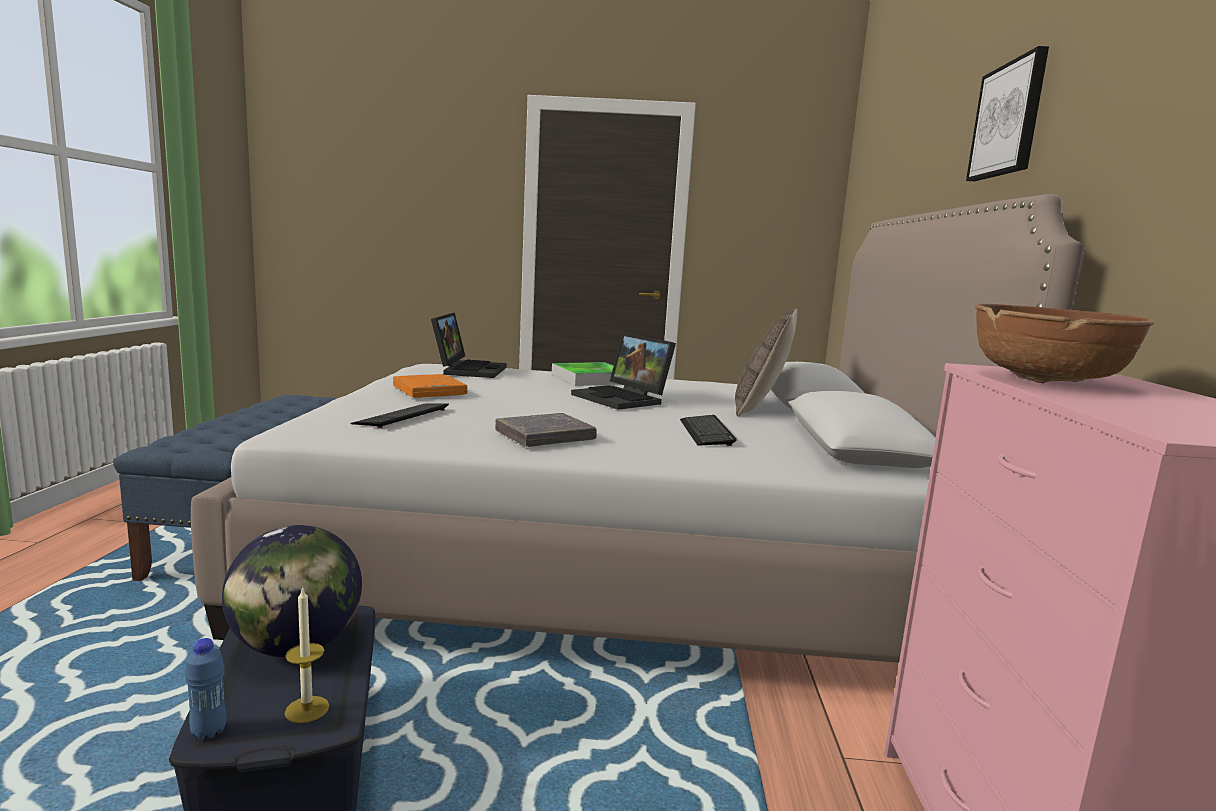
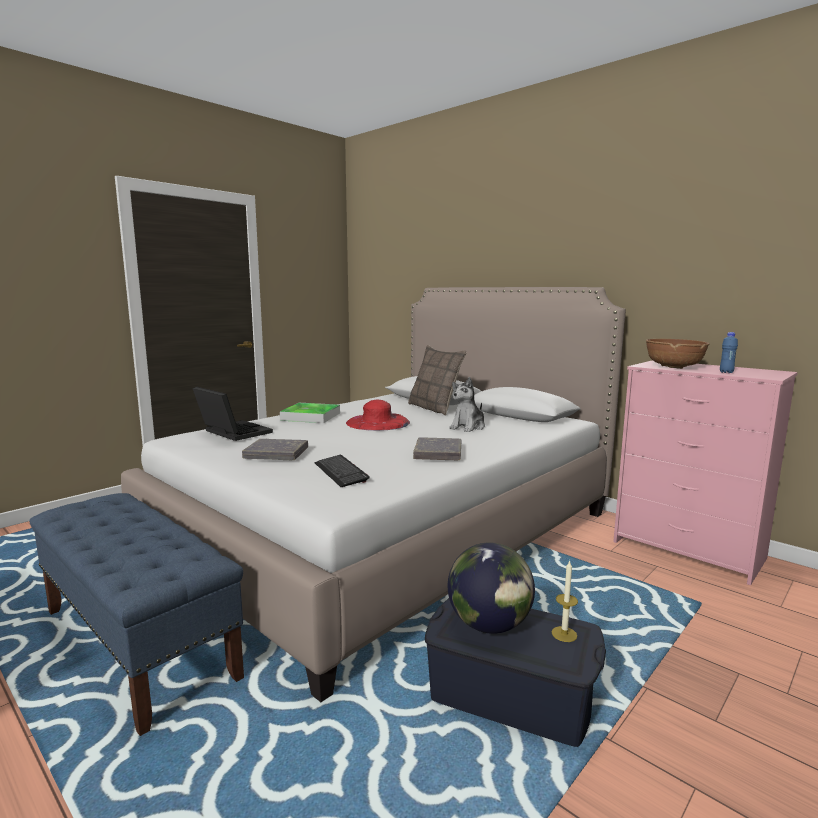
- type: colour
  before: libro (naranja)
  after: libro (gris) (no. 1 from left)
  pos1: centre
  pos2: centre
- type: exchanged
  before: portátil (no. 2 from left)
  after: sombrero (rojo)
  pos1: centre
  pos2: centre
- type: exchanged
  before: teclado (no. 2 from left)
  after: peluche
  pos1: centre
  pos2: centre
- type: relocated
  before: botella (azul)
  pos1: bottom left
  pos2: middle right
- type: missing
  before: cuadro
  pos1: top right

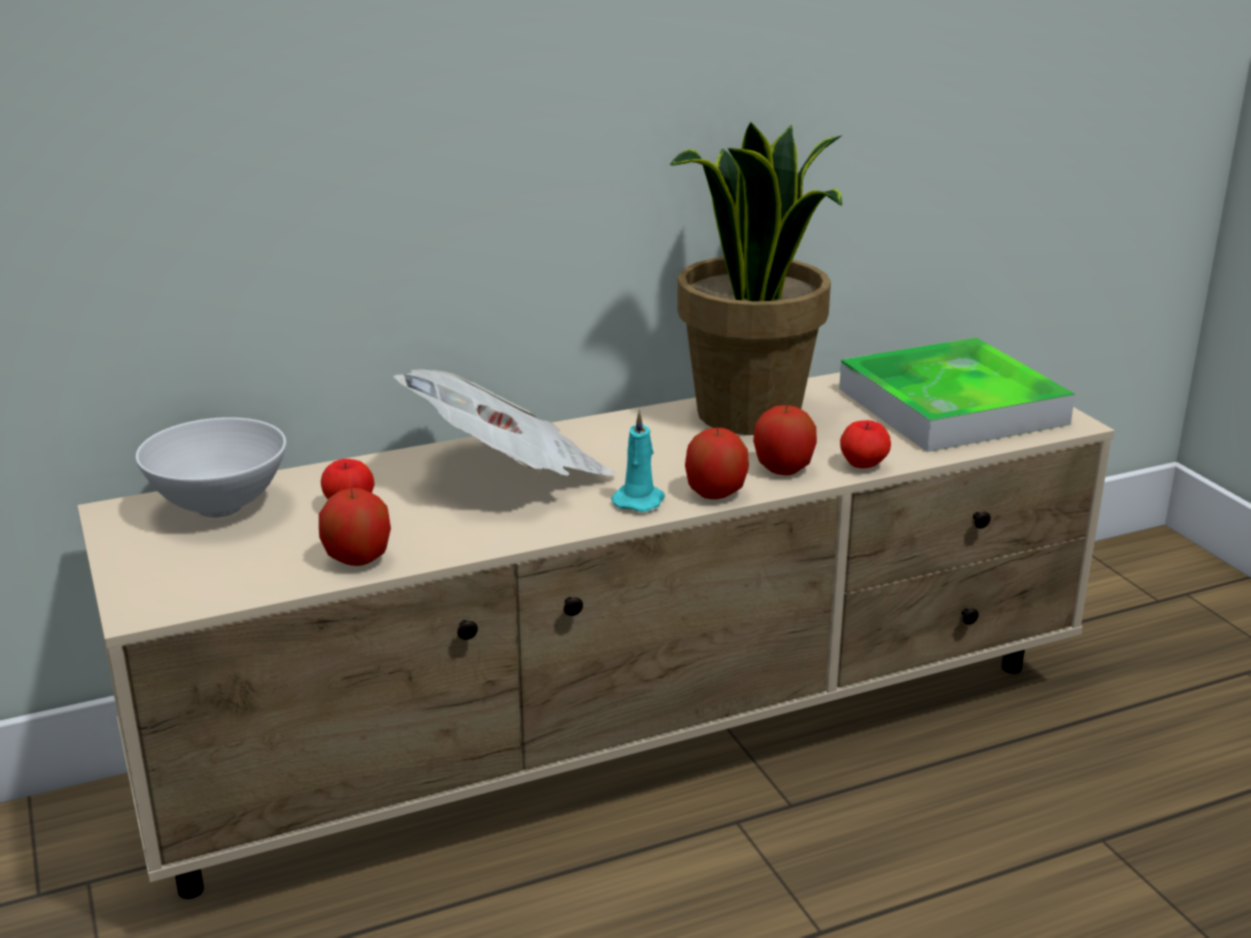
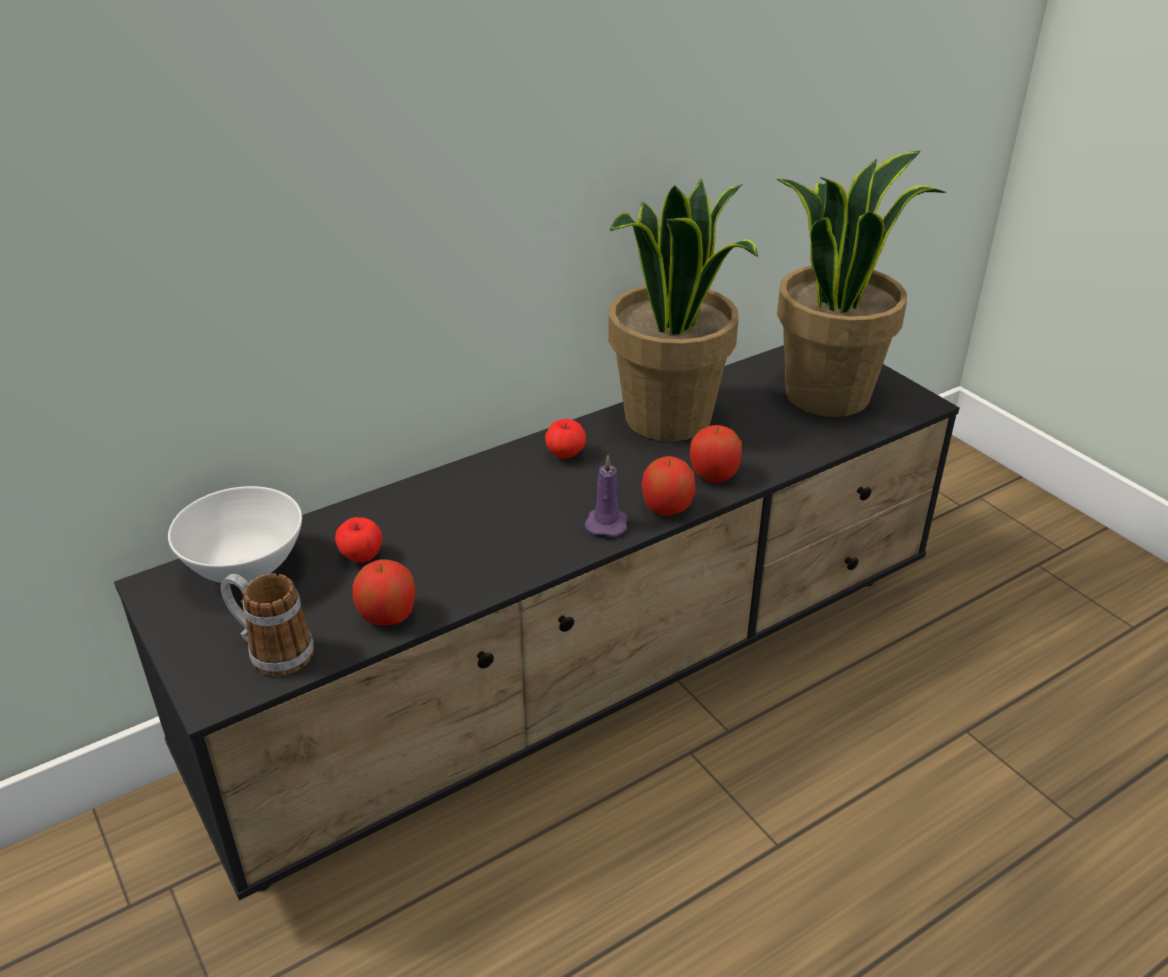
- type: colour
  before: mueble de televisión (beis)
  after: mueble de televisión (negro)
  pos1: bottom centre
  pos2: centre
- type: appeared
  after: taza grande
  pos2: middle left
- type: relocated
  before: manzana (no. 5 from left in the first image)
  after: manzana (no. 3 from left)
  pos1: middle right
  pos2: centre
- type: colour
  before: vela (turquesa)
  after: vela (morado)
  pos1: centre
  pos2: centre
- type: exchanged
  before: bandeja
  after: planta en maceta (no. 2 from left)
  pos1: middle right
  pos2: top right
- type: missing
  before: periódico
  pos1: centre

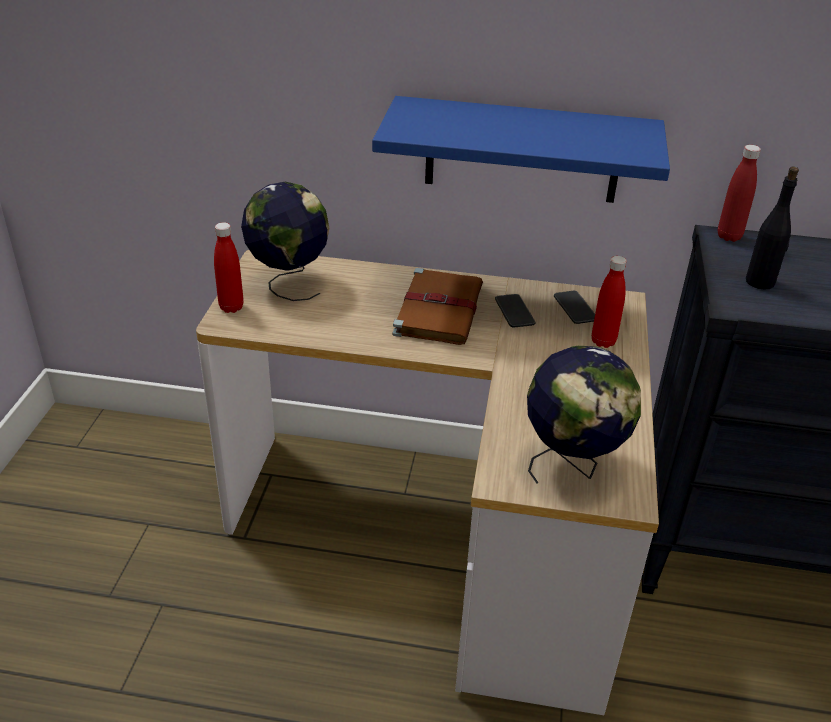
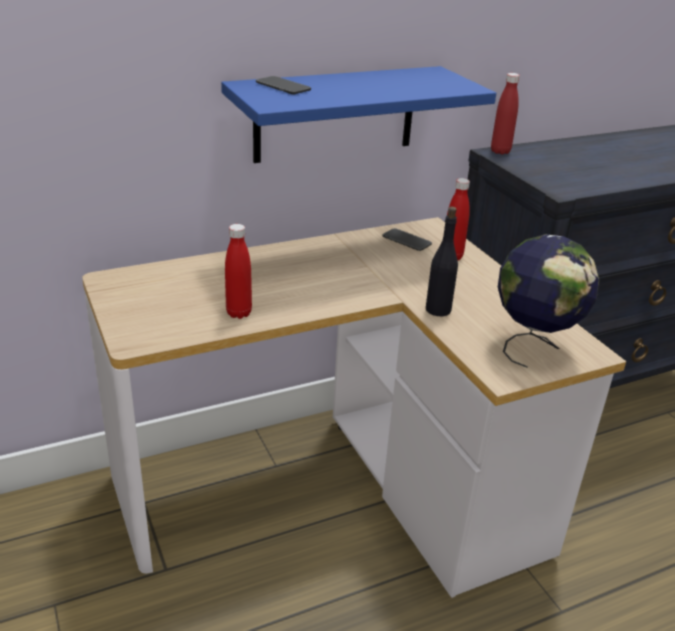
- type: relocated
  before: botella (rojo) (no. 1 from left)
  pos1: middle left
  pos2: centre
- type: relocated
  before: móvil (no. 1 from left)
  pos1: centre
  pos2: top centre
- type: relocated
  before: botella (negro)
  pos1: top right
  pos2: centre
- type: missing
  before: globo terráqueo (no. 1 from left)
  pos1: centre
- type: missing
  before: libro (marrón)
  pos1: centre

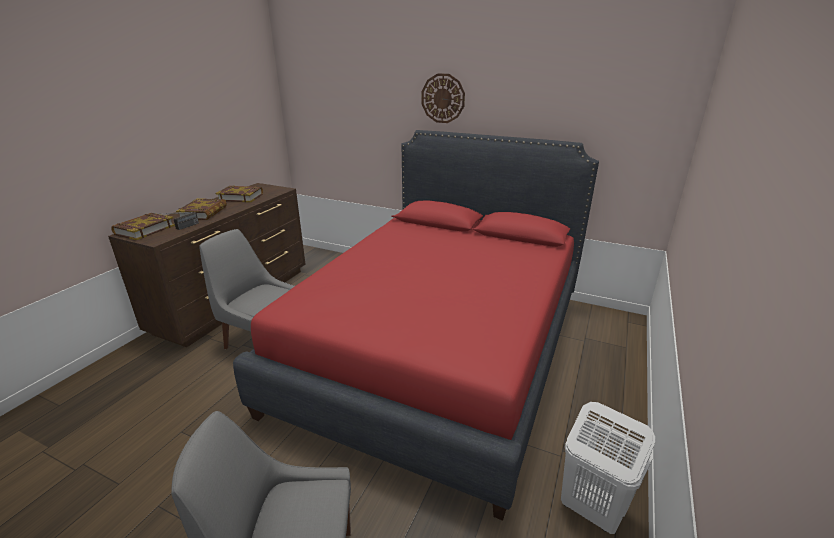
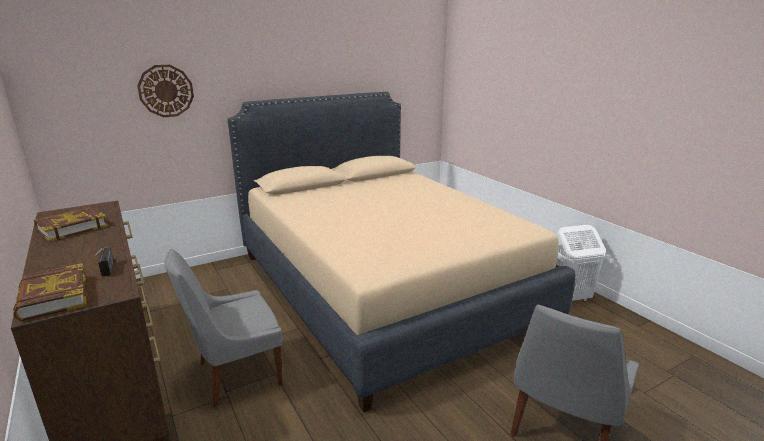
- type: relocated
  before: reloj de pared
  pos1: top centre
  pos2: top left
- type: colour
  before: cama (rojo)
  after: cama (beis)
  pos1: centre
  pos2: centre
- type: missing
  before: libro (no. 2 from left)
  pos1: middle left

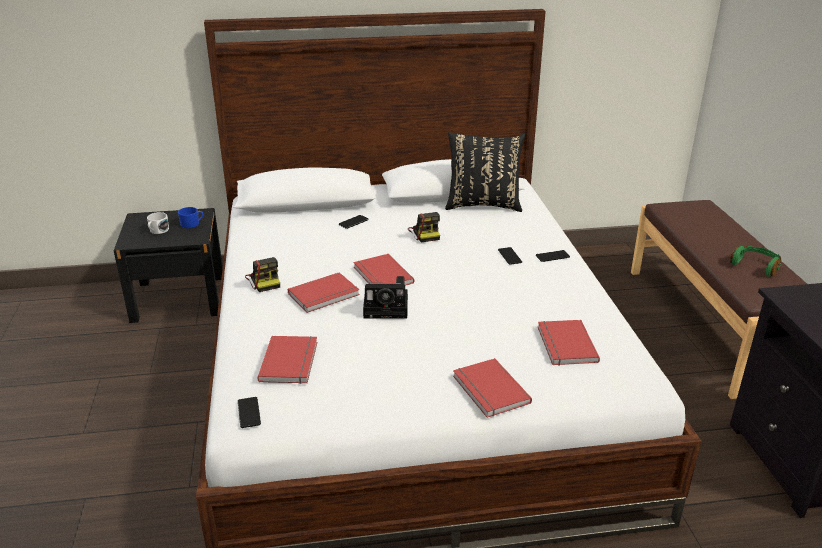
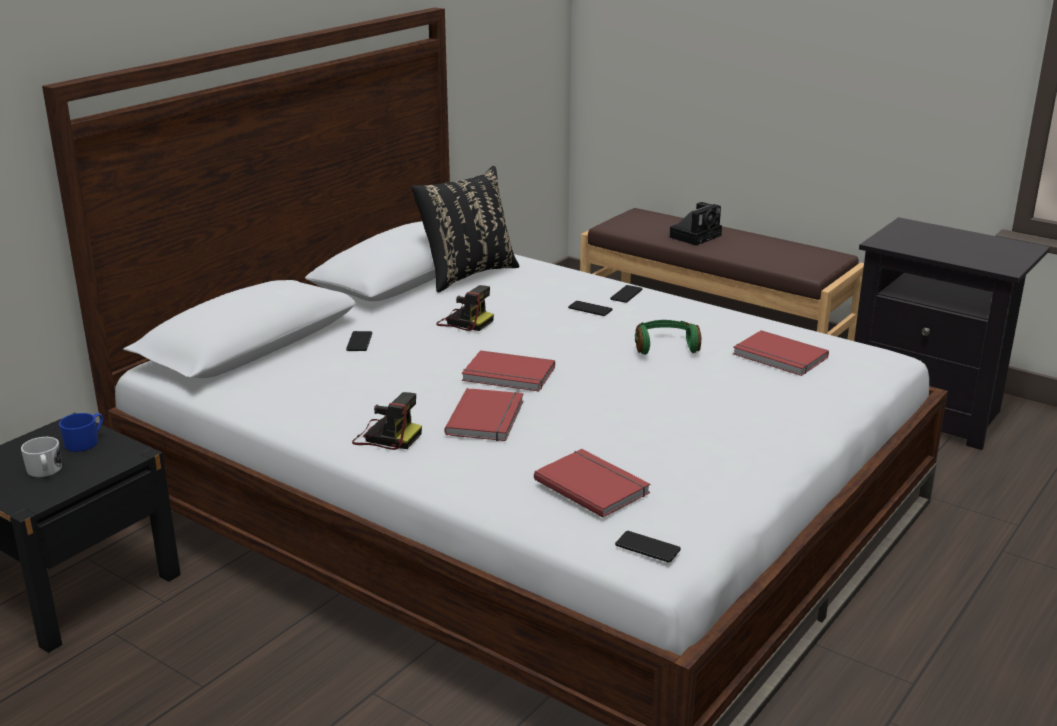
- type: relocated
  before: auriculares (verde)
  pos1: middle right
  pos2: centre
- type: relocated
  before: cámara (no. 2 from left in the first image)
  after: cámara (no. 3 from left)
  pos1: centre
  pos2: top centre
- type: missing
  before: libro (rojo) (no. 4 from left)
  pos1: bottom centre

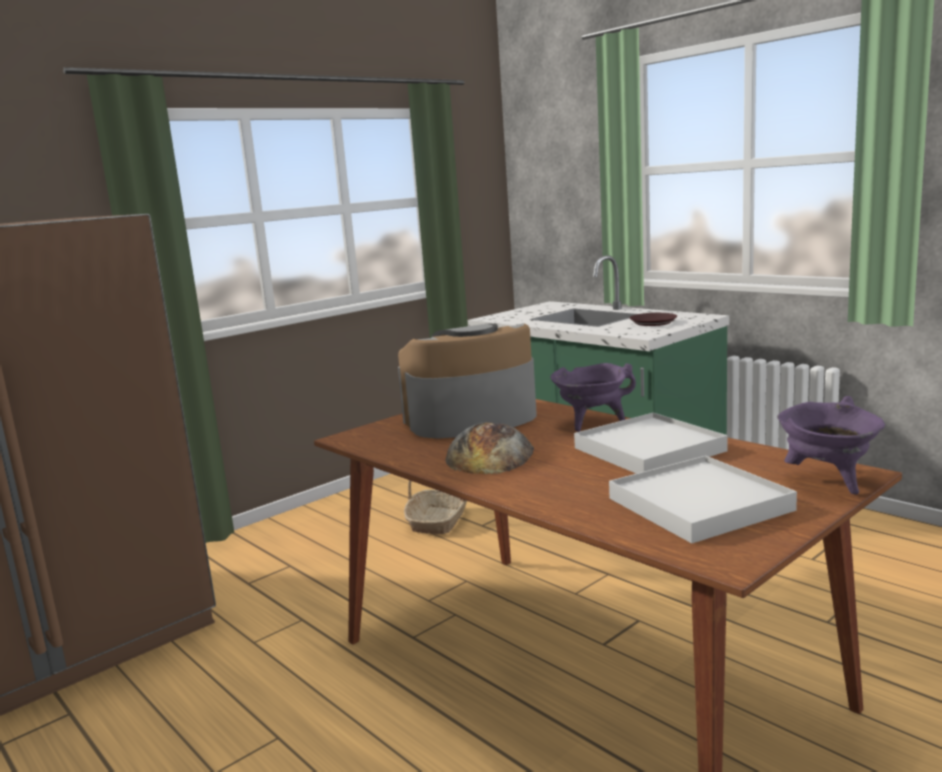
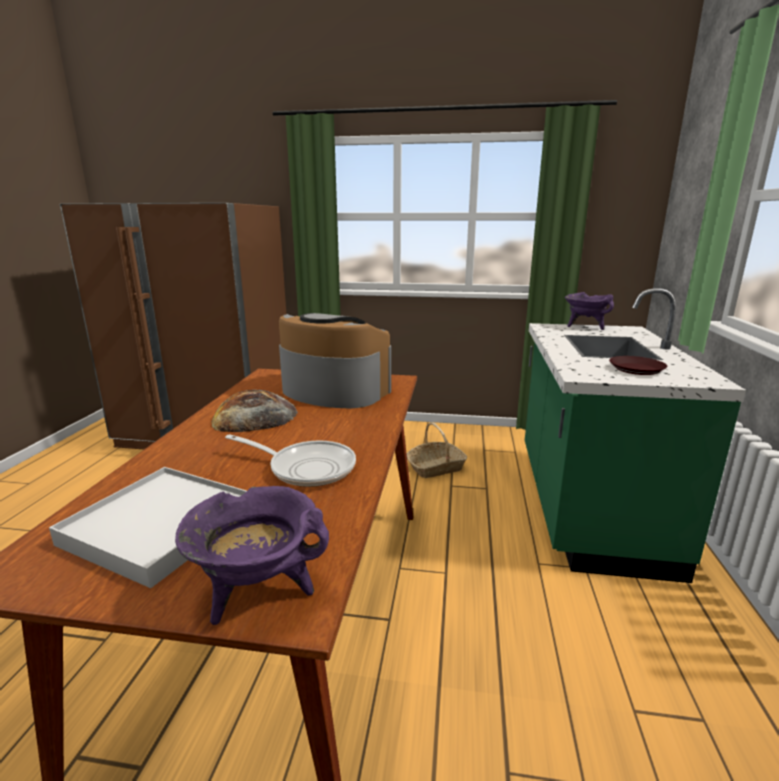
- type: exchanged
  before: bandeja (blanco) (no. 1 from left)
  after: sartén
  pos1: middle right
  pos2: centre
- type: relocated
  before: olla (morado) (no. 1 from left in the first image)
  after: olla (morado) (no. 2 from left)
  pos1: centre
  pos2: middle right

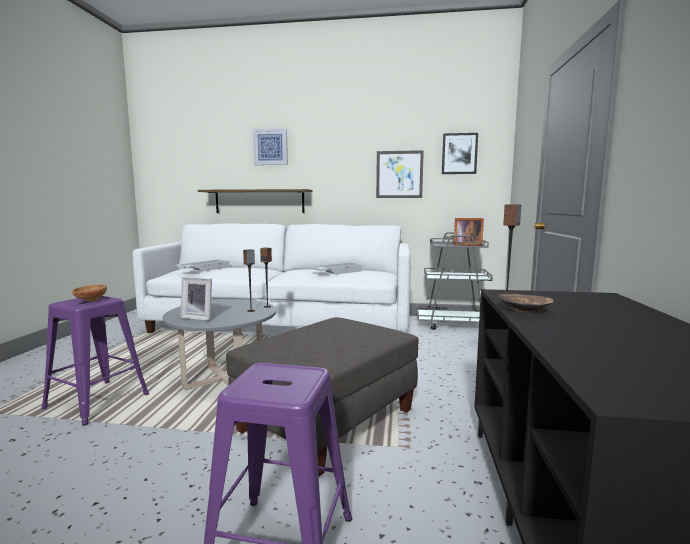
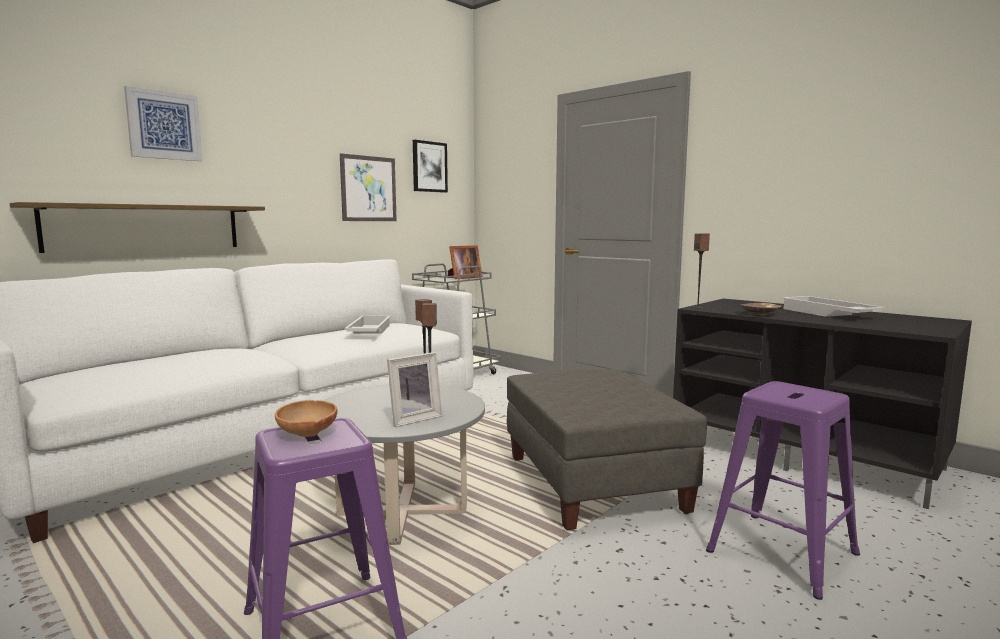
- type: relocated
  before: bandeja (blanco) (no. 1 from left in the first image)
  after: bandeja (blanco) (no. 2 from left)
  pos1: middle left
  pos2: middle right

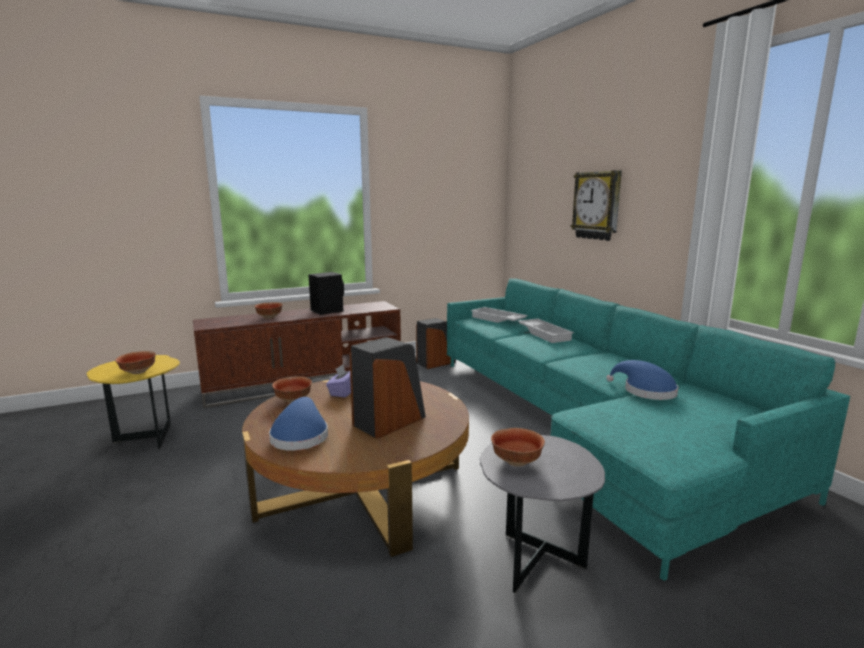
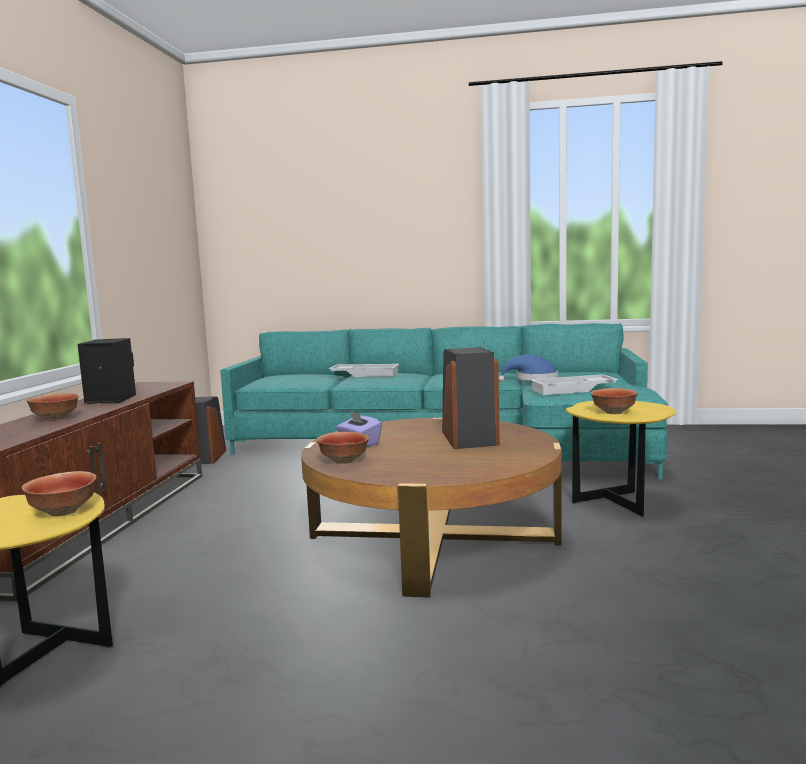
- type: relocated
  before: bandeja (blanco) (no. 1 from left in the first image)
  after: bandeja (blanco) (no. 2 from left)
  pos1: centre
  pos2: middle right
- type: colour
  before: mesa auxiliar (gris)
  after: mesa auxiliar (amarillo) (no. 2 from left)
  pos1: bottom centre
  pos2: middle right
- type: missing
  before: sombrero (azul) (no. 1 from left)
  pos1: centre
- type: missing
  before: reloj de pared
  pos1: top right

